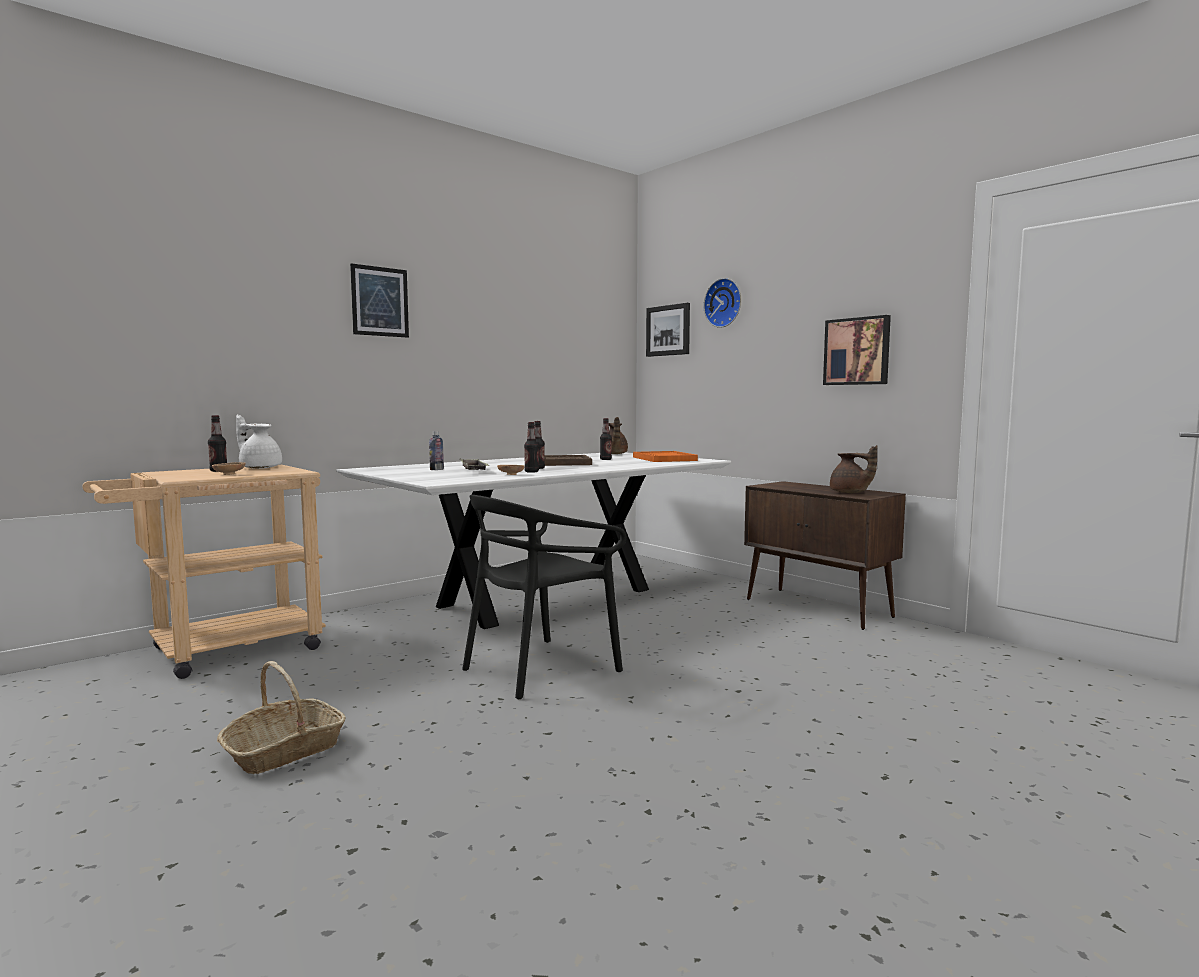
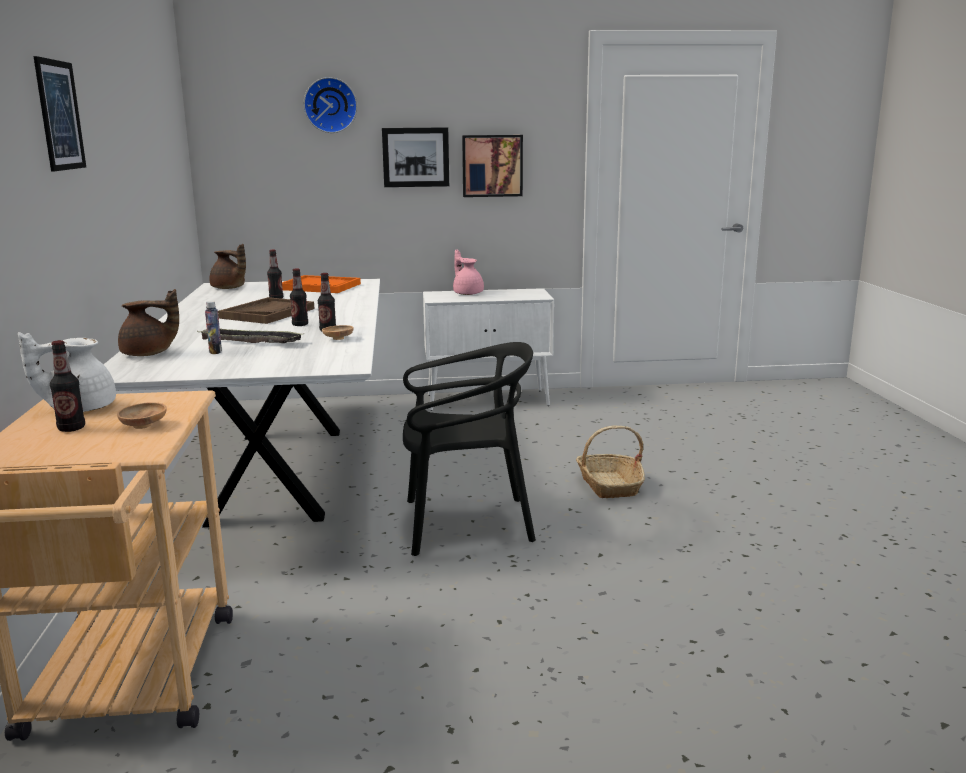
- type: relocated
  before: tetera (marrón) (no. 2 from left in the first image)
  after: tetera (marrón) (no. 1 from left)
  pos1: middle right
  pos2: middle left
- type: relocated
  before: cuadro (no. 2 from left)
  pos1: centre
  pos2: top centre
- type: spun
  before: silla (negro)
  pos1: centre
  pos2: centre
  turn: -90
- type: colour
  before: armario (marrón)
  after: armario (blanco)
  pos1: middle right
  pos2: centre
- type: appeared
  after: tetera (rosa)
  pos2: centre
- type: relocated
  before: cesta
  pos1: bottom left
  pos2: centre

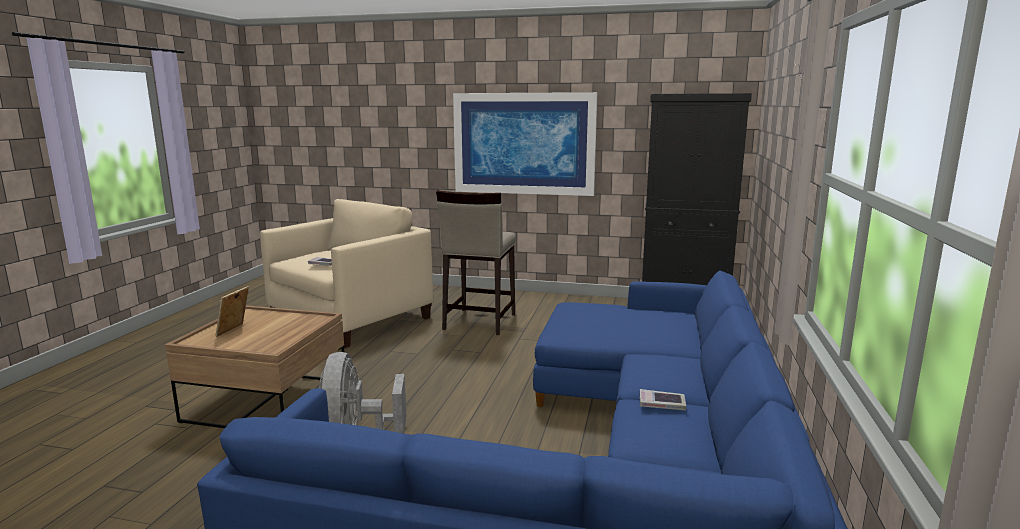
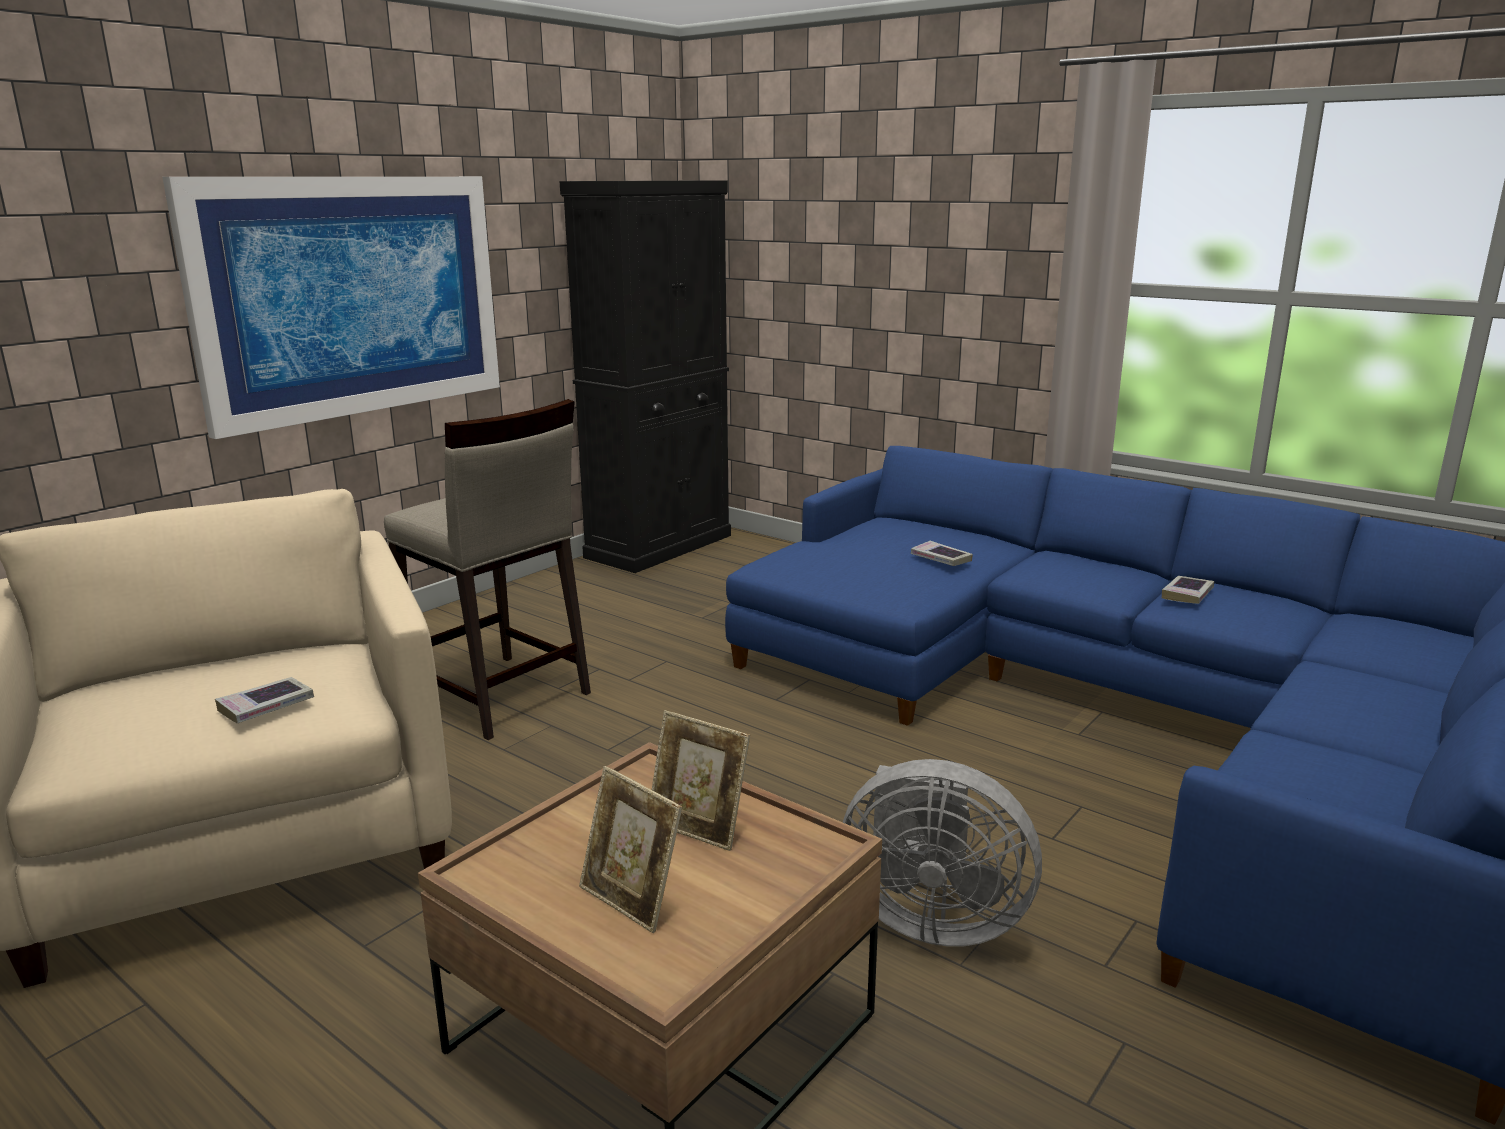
- type: appeared
  after: portarretratos (no. 2 from left)
  pos2: bottom centre
- type: appeared
  after: libro (no. 2 from left)
  pos2: centre

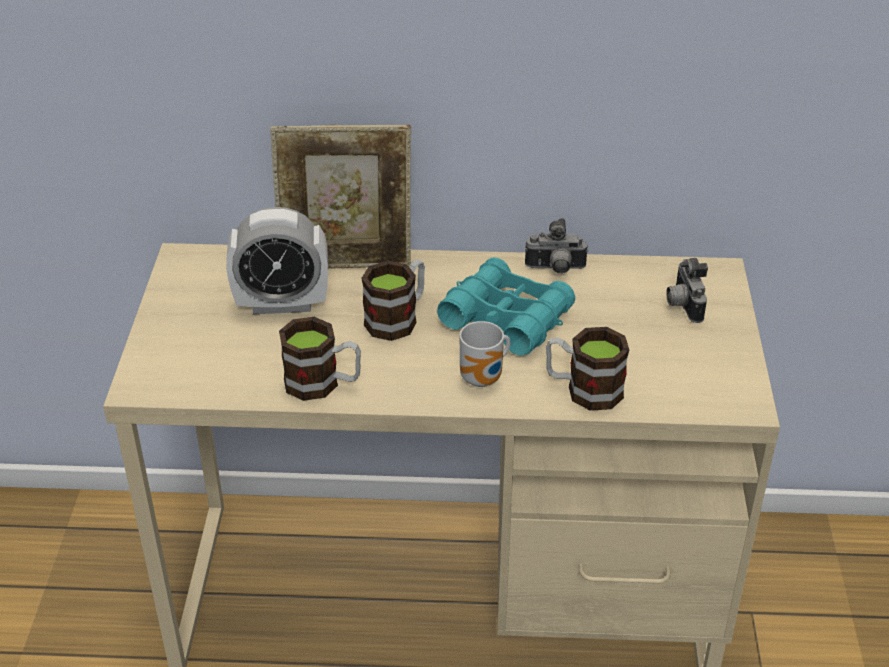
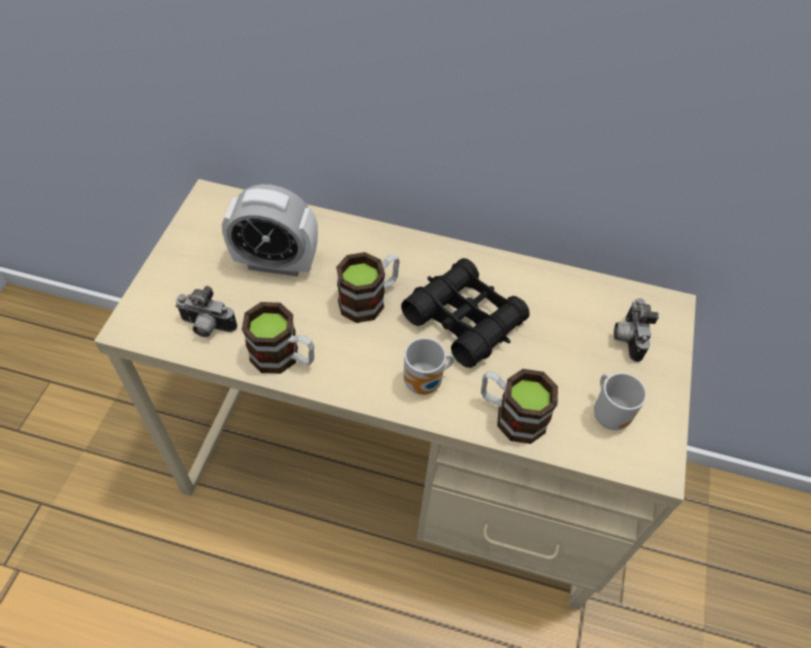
- type: relocated
  before: cámara (no. 1 from left)
  pos1: centre
  pos2: middle left
- type: colour
  before: prismáticos (turquesa)
  after: prismáticos (negro)
  pos1: centre
  pos2: centre
- type: appeared
  after: taza grande (no. 5 from left)
  pos2: middle right
- type: missing
  before: portarretratos
  pos1: top centre

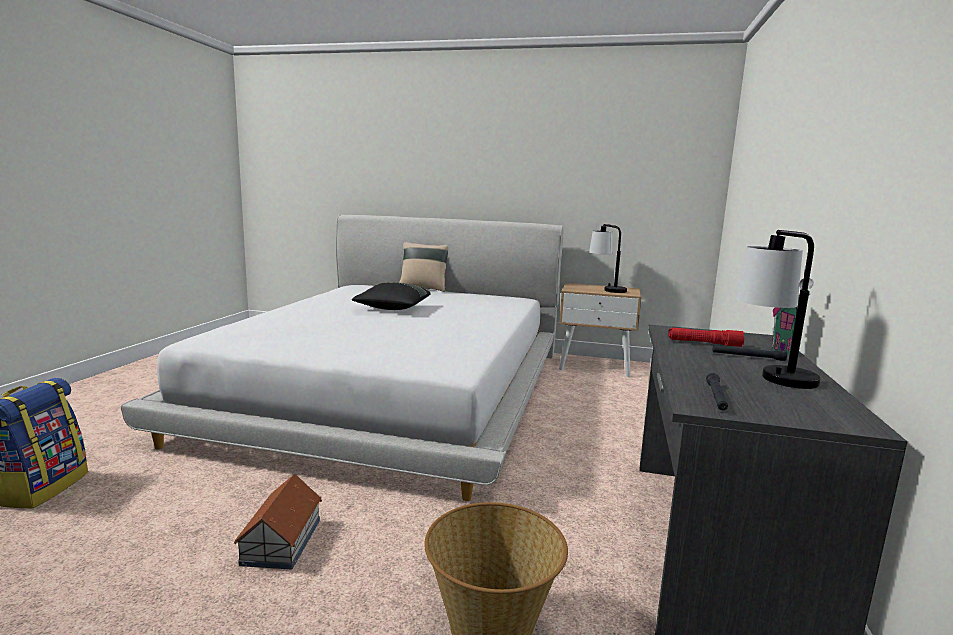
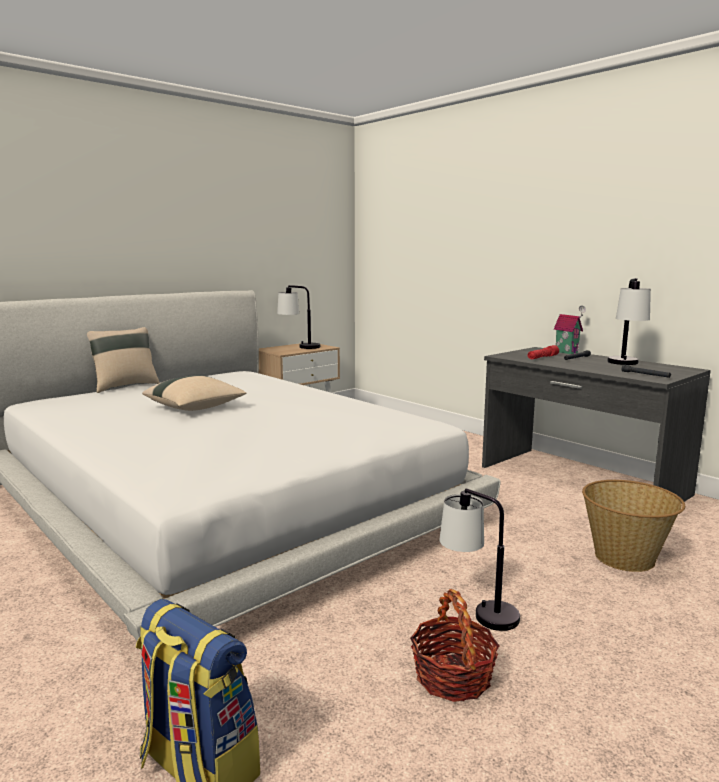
- type: colour
  before: cojín (negro)
  after: cojín (beis) (no. 2 from left)
  pos1: centre
  pos2: middle left
- type: appeared
  after: cesta (no. 1 from left)
  pos2: bottom centre
- type: exchanged
  before: casita (no. 1 from left)
  after: lámpara de mesa (no. 2 from left)
  pos1: bottom left
  pos2: bottom centre

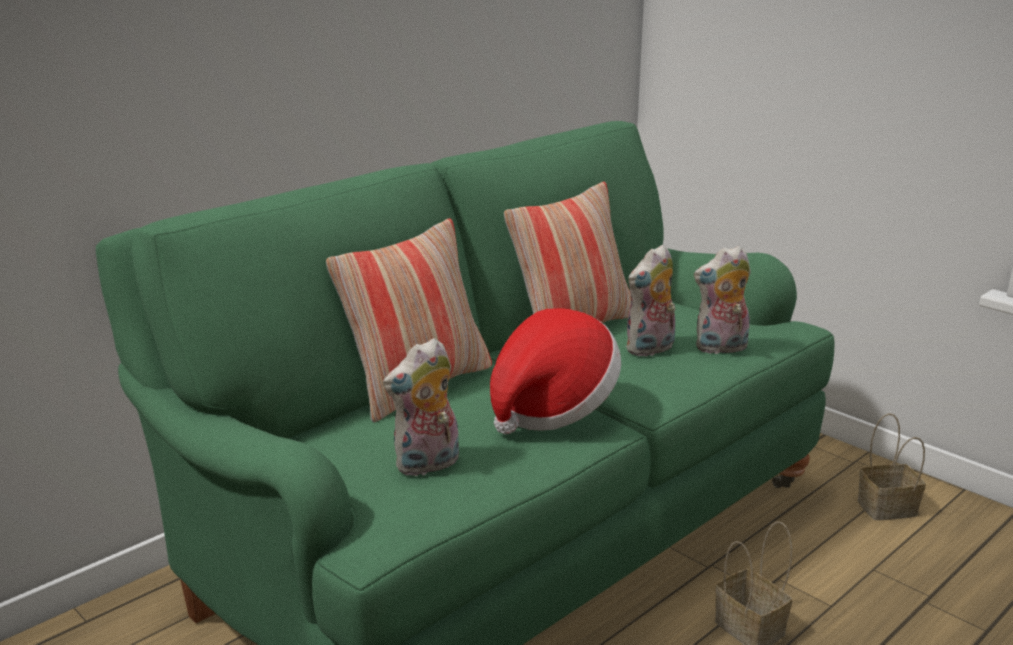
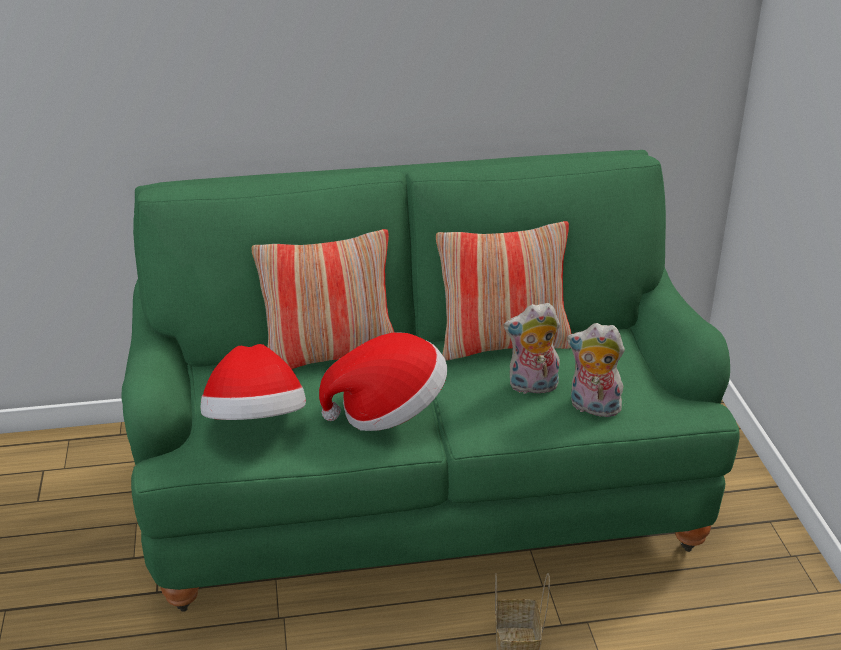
- type: exchanged
  before: peluche (no. 1 from left)
  after: sombrero (no. 1 from left)
  pos1: centre
  pos2: middle left
- type: missing
  before: cesta (no. 2 from left)
  pos1: bottom right

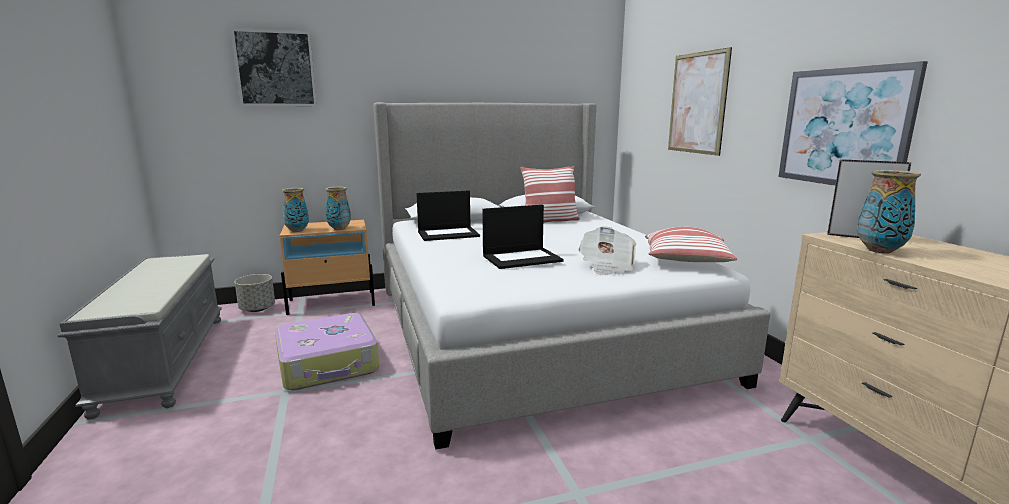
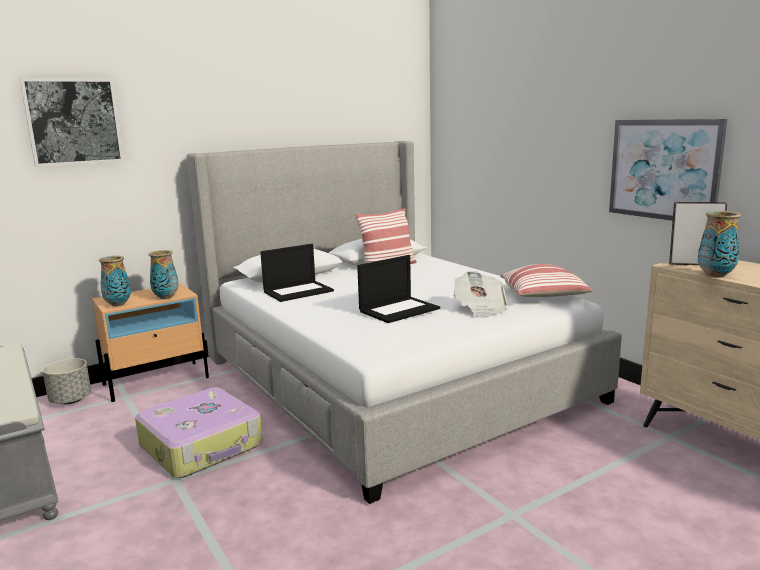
- type: missing
  before: cuadro (no. 2 from left)
  pos1: top right

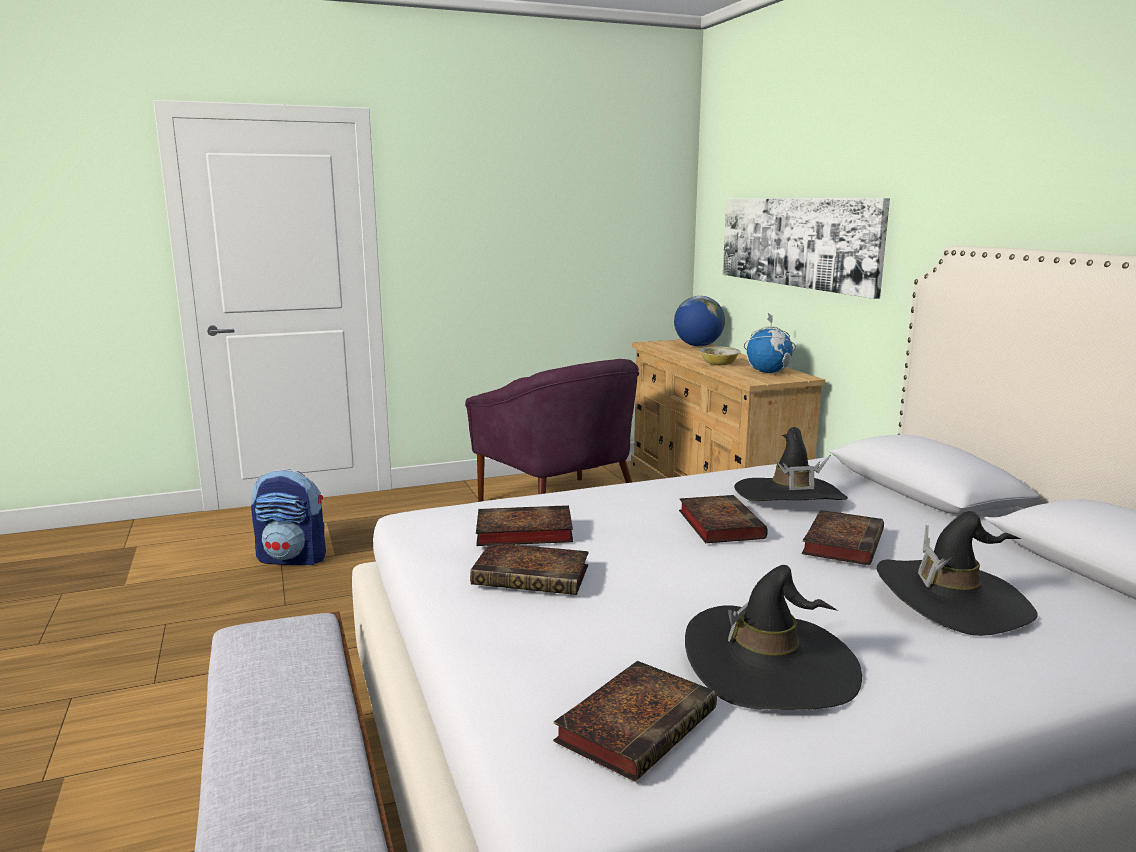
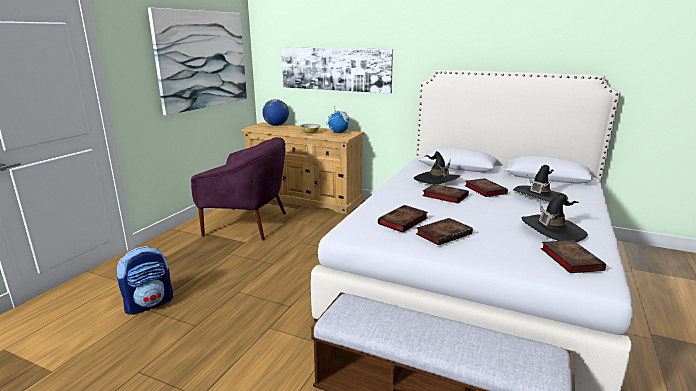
- type: appeared
  after: cuadro (no. 1 from left)
  pos2: top left

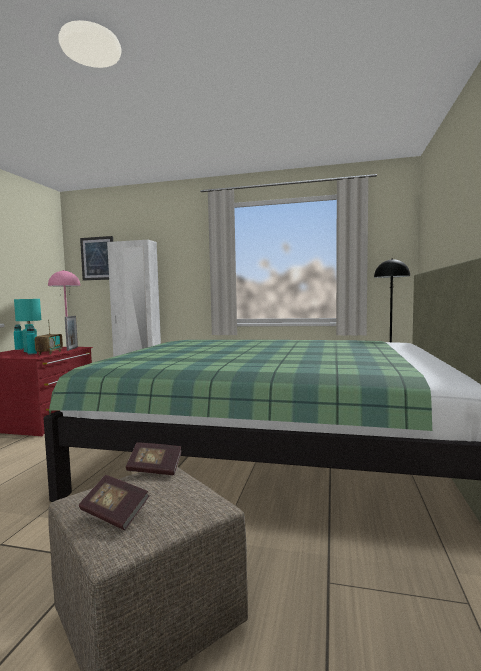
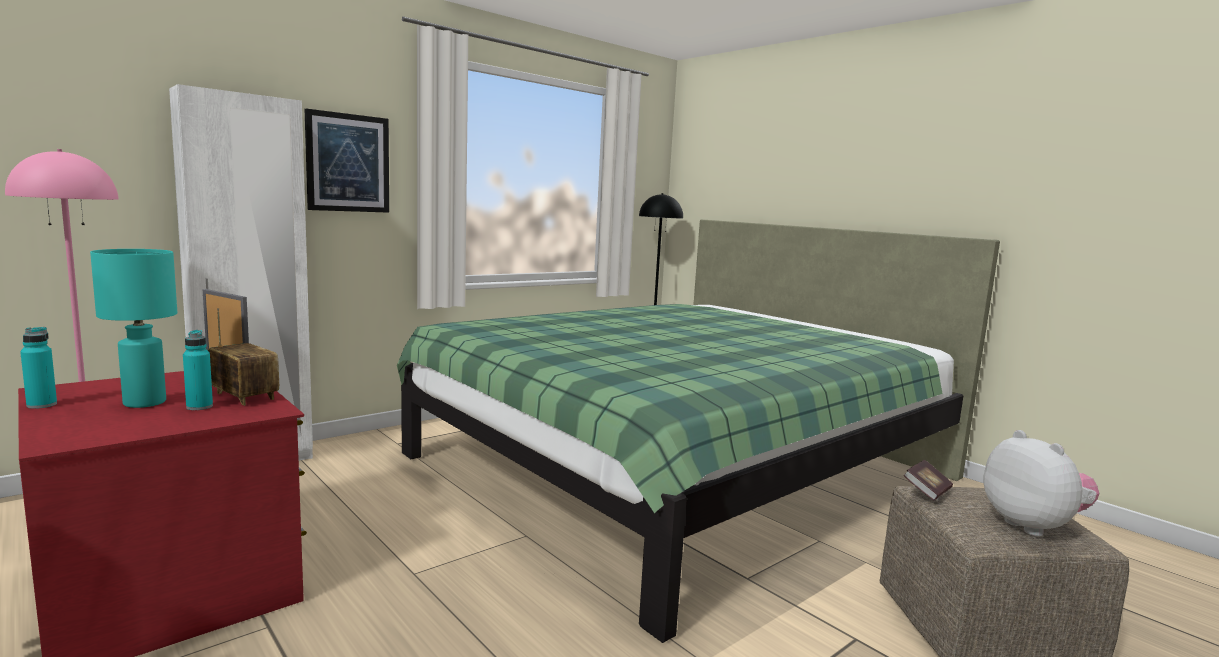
- type: relocated
  before: cuadro
  pos1: middle left
  pos2: top left
- type: exchanged
  before: libro (no. 1 from left)
  after: peluche
  pos1: bottom left
  pos2: bottom right

